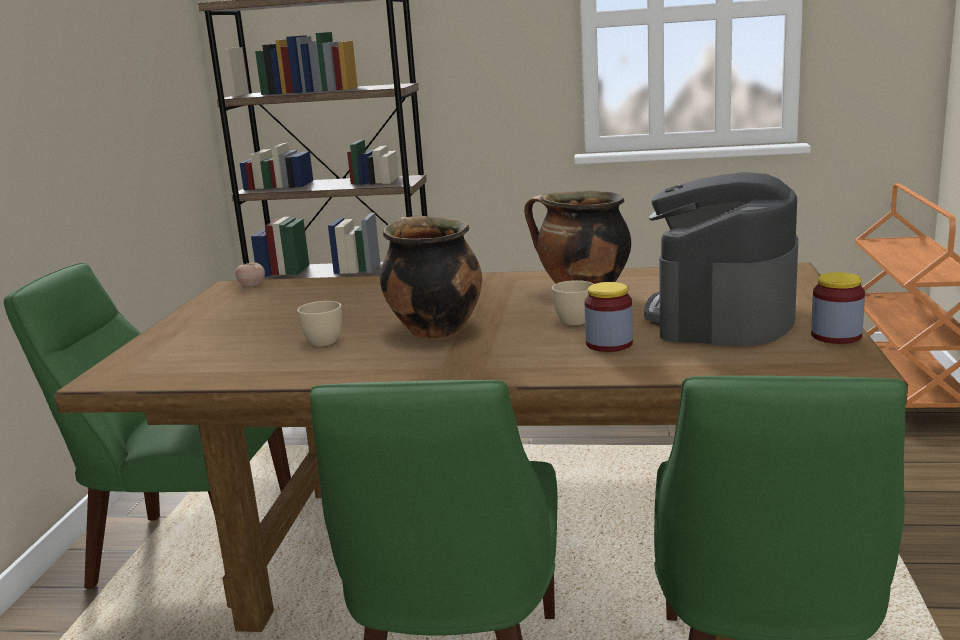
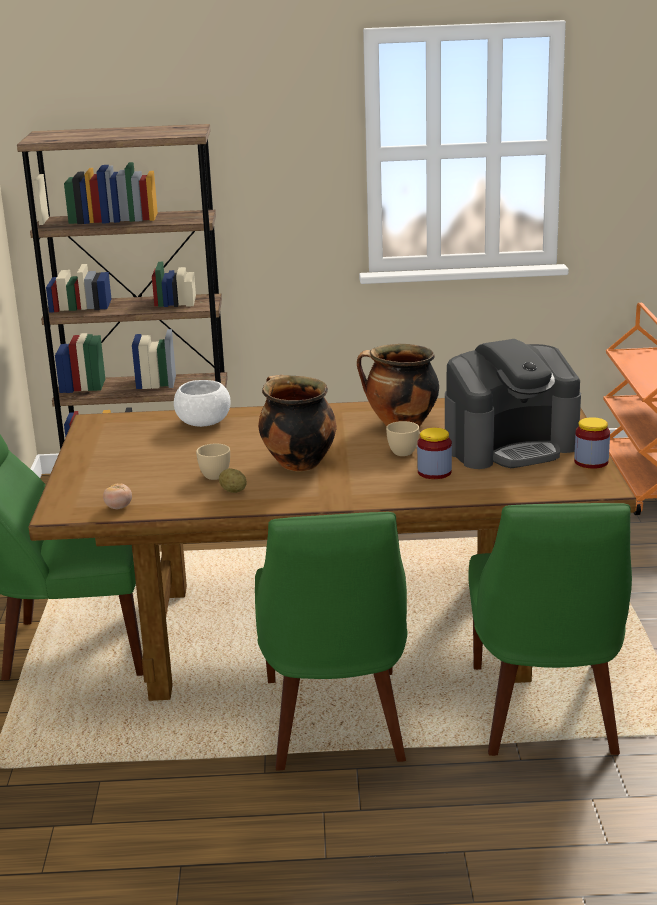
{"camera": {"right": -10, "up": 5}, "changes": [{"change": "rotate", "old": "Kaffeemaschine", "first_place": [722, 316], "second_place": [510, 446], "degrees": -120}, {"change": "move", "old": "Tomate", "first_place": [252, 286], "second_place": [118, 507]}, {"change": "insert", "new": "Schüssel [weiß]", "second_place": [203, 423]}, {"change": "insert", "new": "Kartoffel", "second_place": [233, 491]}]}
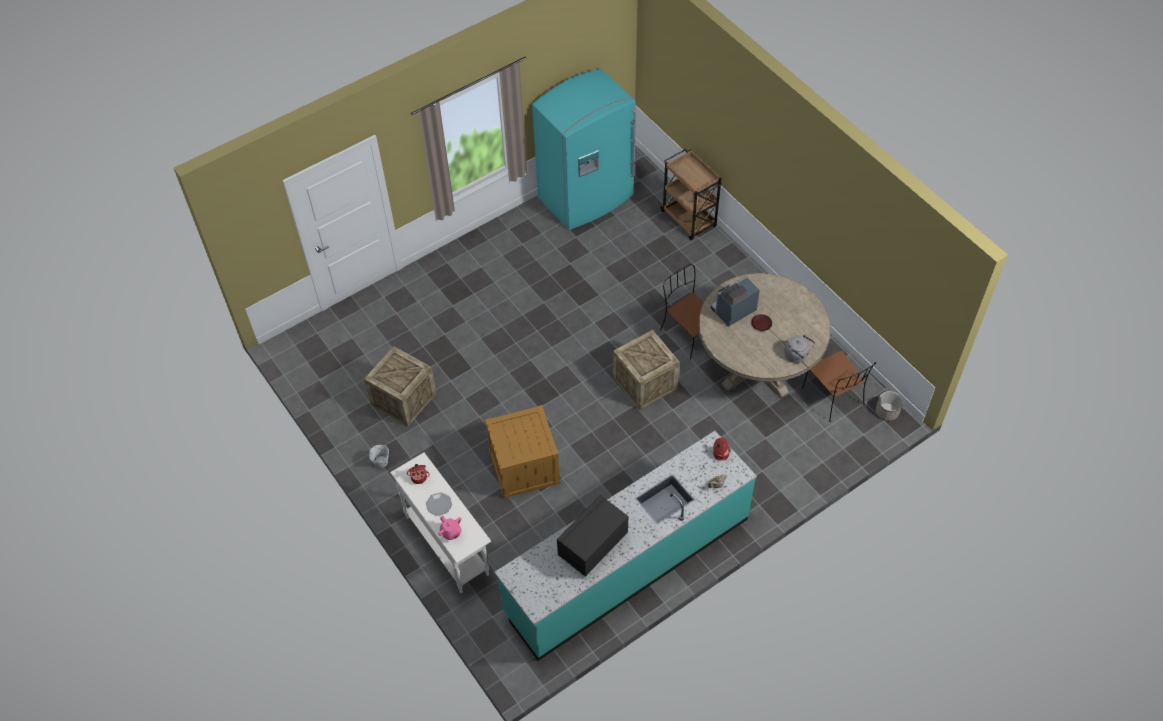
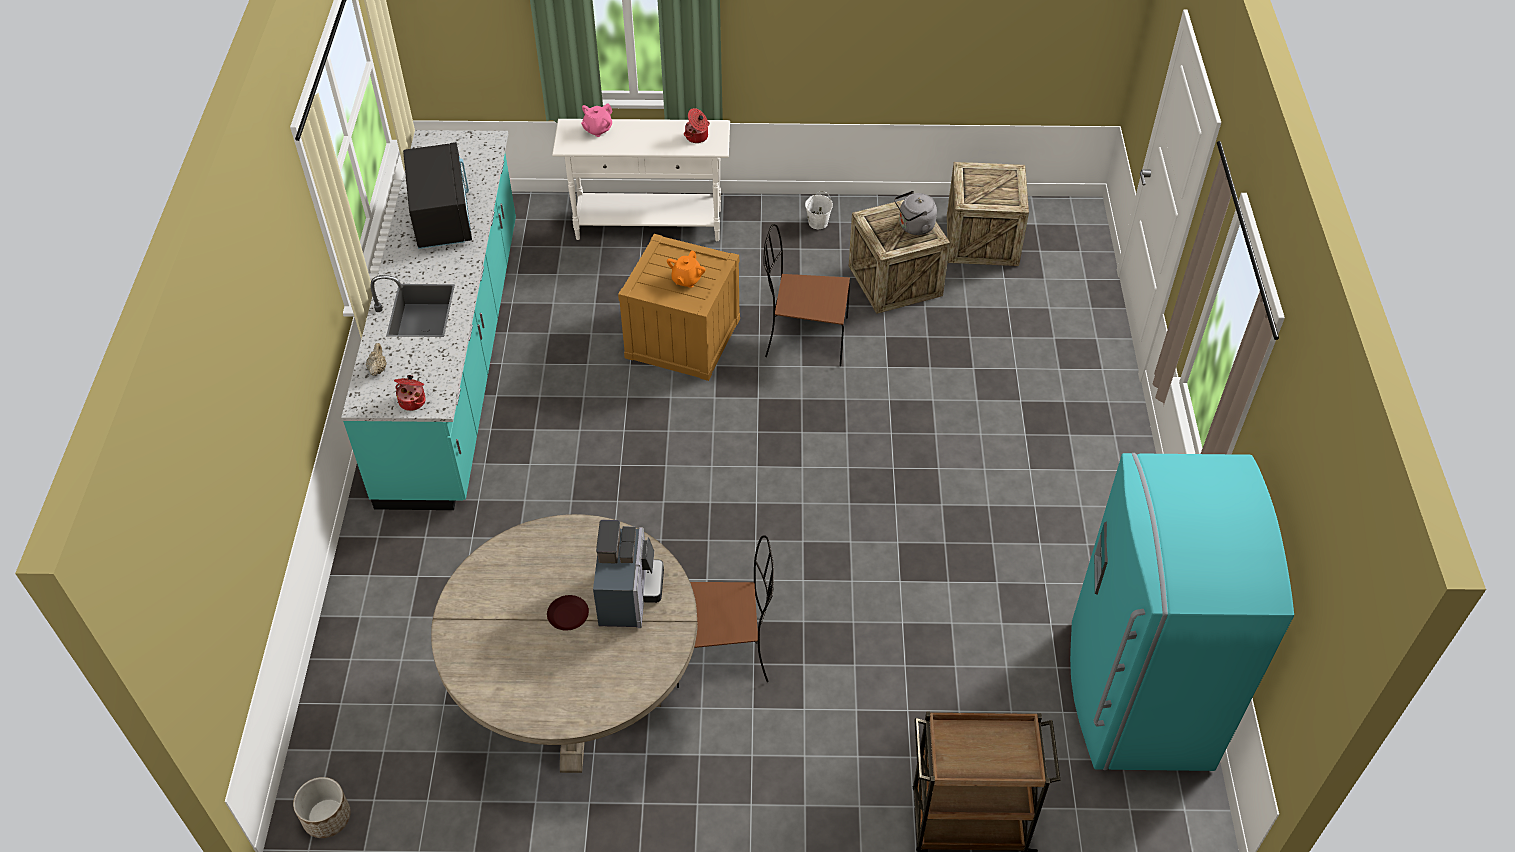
{"camera": {"right": 125, "up": -5}, "changes": [{"change": "move", "old": "Kiste", "first_place": [645, 383], "second_place": [982, 240]}, {"change": "move", "old": "Wasserkessel [grau]", "first_place": [797, 355], "second_place": [914, 227]}, {"change": "move", "old": "Stuhl [braun]", "first_place": [834, 397], "second_place": [804, 337]}, {"change": "delete", "old": "Teller", "first_place": [439, 504]}, {"change": "rotate", "old": "Teekanne [rosa]", "first_place": [451, 532], "second_place": [597, 129], "degrees": -45}, {"change": "insert", "new": "Teekanne [orange]", "second_place": [686, 280]}]}
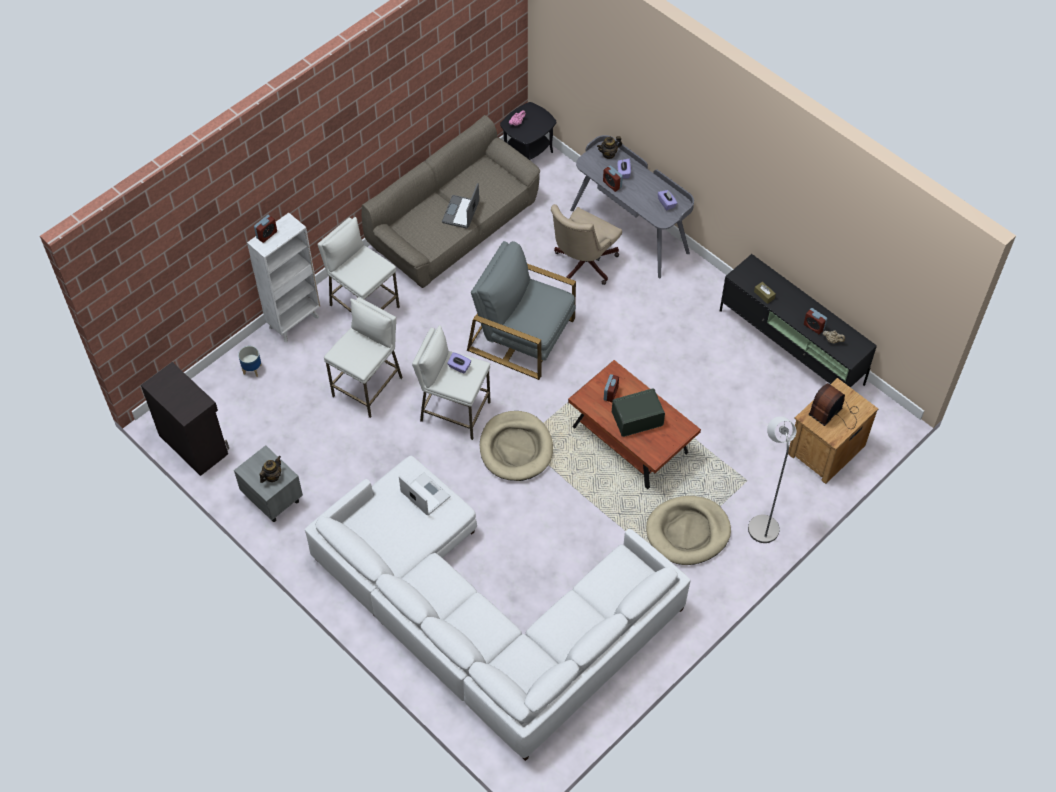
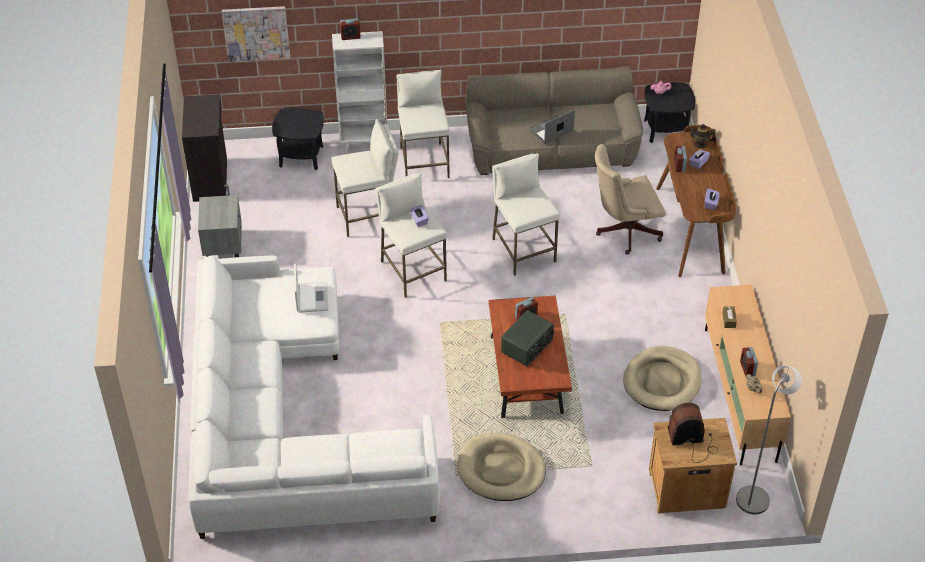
{"camera": {"right": 40, "up": -10}, "changes": [{"change": "recolor", "old": "Schreibtisch [grau]", "new": "Schreibtisch [braun]", "first_place": [630, 230], "second_place": [691, 229]}, {"change": "replace", "old": "Sessel [grau]", "new": "Hocker [weiß]", "first_place": [522, 334], "second_place": [523, 250]}, {"change": "recolor", "old": "Fernsehschrank [schwarz]", "new": "Fernsehschrank [beige]", "first_place": [791, 348], "second_place": [739, 394]}, {"change": "replace", "old": "Pflanzkübel", "new": "Beistelltisch [schwarz]", "first_place": [252, 369], "second_place": [301, 156]}, {"change": "rotate", "old": "Radio", "first_place": [637, 418], "second_place": [527, 347], "degrees": 105}, {"change": "move", "old": "Hundebett [beige]", "first_place": [516, 448], "second_place": [662, 381]}, {"change": "move", "old": "Stehlampe [grau]", "first_place": [762, 523], "second_place": [755, 496]}, {"change": "delete", "old": "Teekanne", "first_place": [272, 476]}, {"change": "insert", "new": "Bild", "second_place": [256, 33]}]}
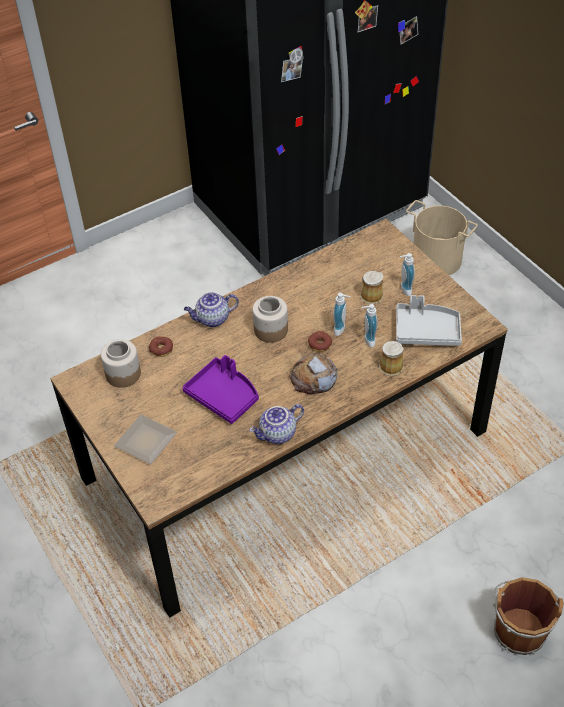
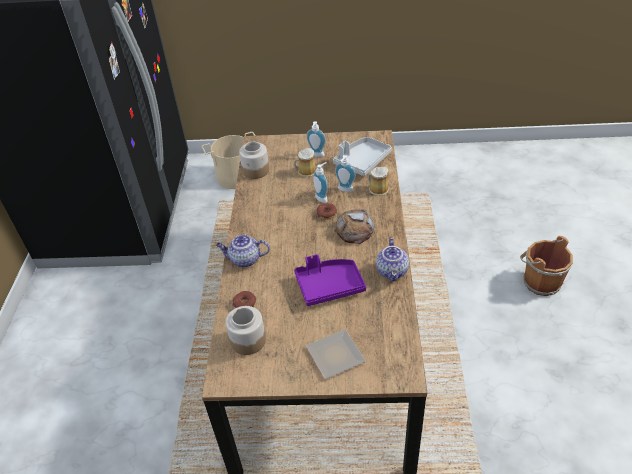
{"camera": {"right": -55, "up": -5}, "changes": [{"change": "rotate", "old": "Teekanne", "first_place": [212, 319], "second_place": [244, 260], "degrees": 75}, {"change": "move", "old": "Vorratsglas", "first_place": [270, 330], "second_place": [256, 171]}]}
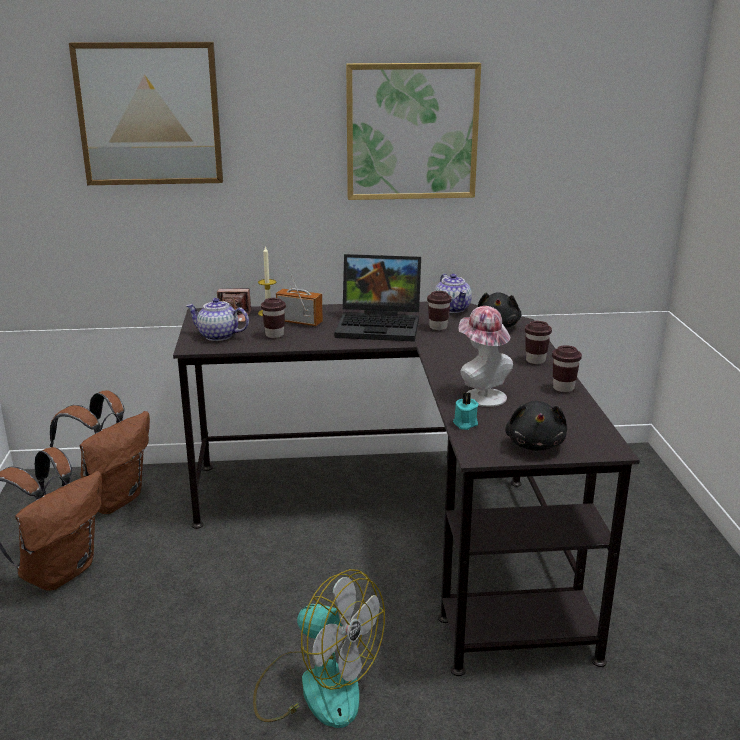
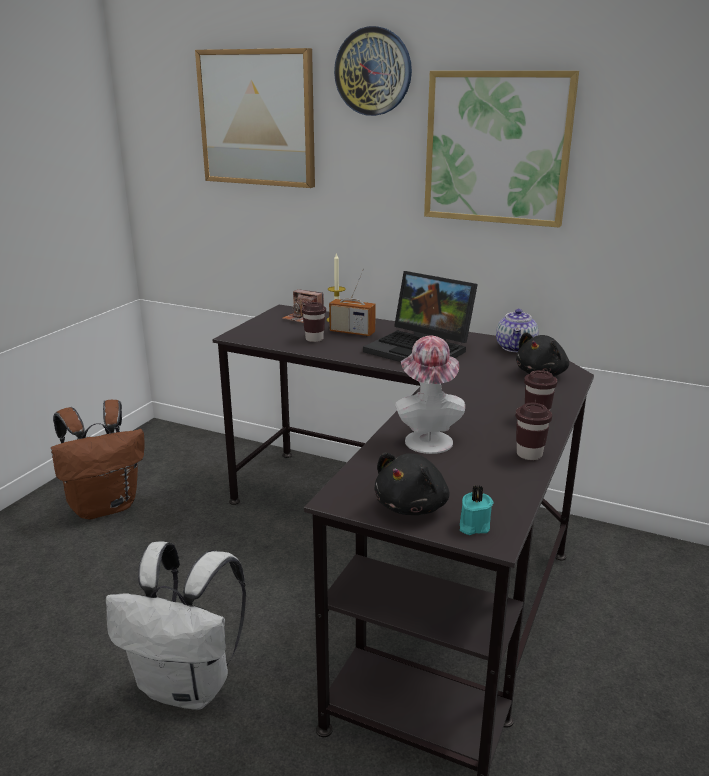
{"camera": {"right": 30, "up": 0}, "changes": [{"change": "rotate", "old": "Radio", "first_place": [299, 322], "second_place": [352, 332], "degrees": 150}, {"change": "delete", "old": "Tasse [braun]", "first_place": [438, 327]}, {"change": "delete", "old": "Teekanne", "first_place": [218, 336]}, {"change": "delete", "old": "Rucksack [braun]", "first_place": [111, 500]}, {"change": "move", "old": "Kerze [türkis]", "first_place": [464, 424], "second_place": [473, 526]}, {"change": "replace", "old": "Ventilator", "new": "Rucksack [weiß]", "first_place": [316, 686], "second_place": [188, 685]}, {"change": "insert", "new": "Wanduhr", "second_place": [373, 72]}]}
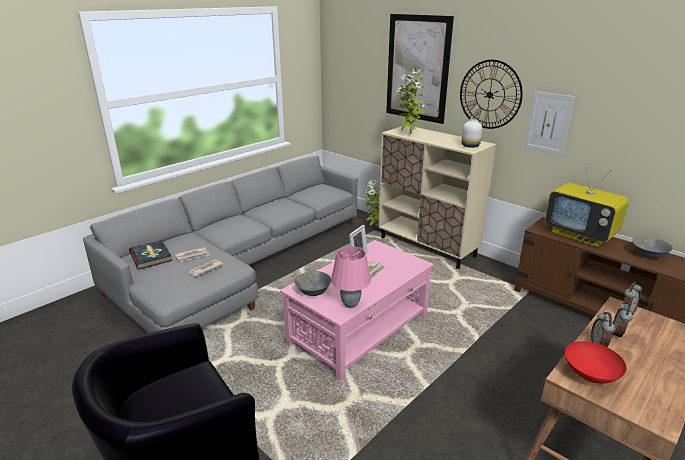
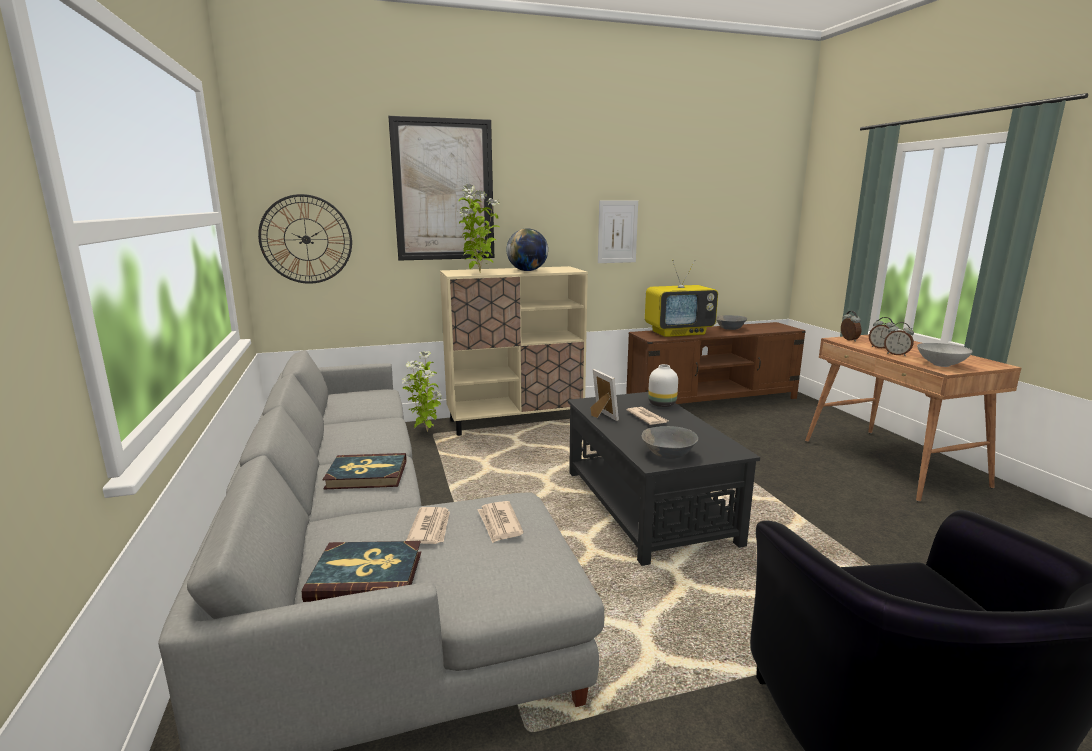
{"camera": {"right": -60, "up": -10}, "changes": [{"change": "move", "old": "Wanduhr", "first_place": [490, 95], "second_place": [306, 239]}, {"change": "move", "old": "Vase [weiß]", "first_place": [469, 146], "second_place": [662, 404]}, {"change": "recolor", "old": "Couchtisch [rosa]", "new": "Couchtisch [schwarz]", "first_place": [360, 329], "second_place": [647, 505]}, {"change": "delete", "old": "Tischlampe [rosa]", "first_place": [350, 304]}, {"change": "recolor", "old": "Schüssel [rot]", "new": "Schüssel [grau]", "first_place": [591, 375], "second_place": [940, 364]}, {"change": "insert", "new": "Globus", "second_place": [527, 270]}, {"change": "insert", "new": "Buch", "second_place": [367, 475]}]}
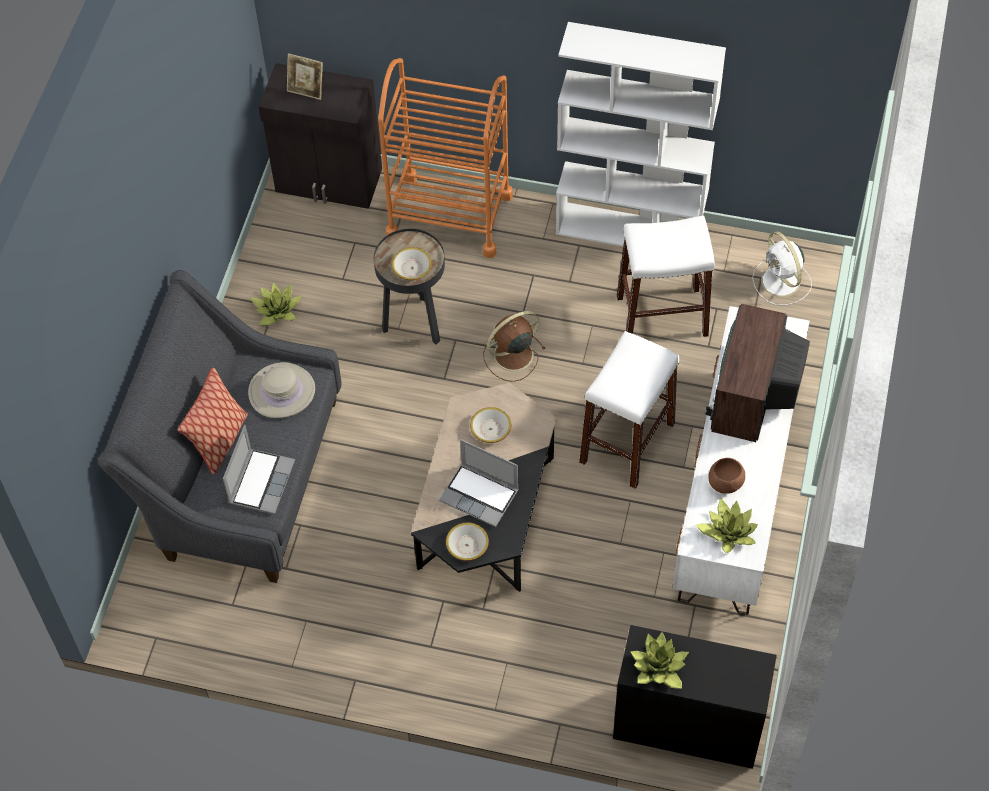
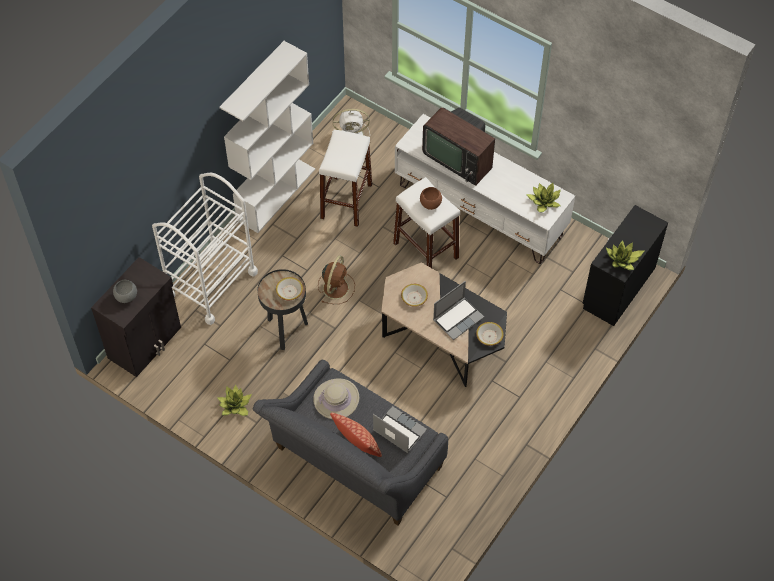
{"camera": {"right": -70, "up": 0}, "changes": [{"change": "replace", "old": "Bilderrahmen", "new": "Schüssel [grau]", "first_place": [306, 90], "second_place": [126, 296]}, {"change": "recolor", "old": "Rollwagen [orange]", "new": "Rollwagen [weiß]", "first_place": [449, 215], "second_place": [211, 284]}, {"change": "rotate", "old": "Ventilator [braun]", "first_place": [511, 355], "second_place": [336, 287], "degrees": -150}, {"change": "move", "old": "Schüssel [braun]", "first_place": [725, 484], "second_place": [430, 203]}]}
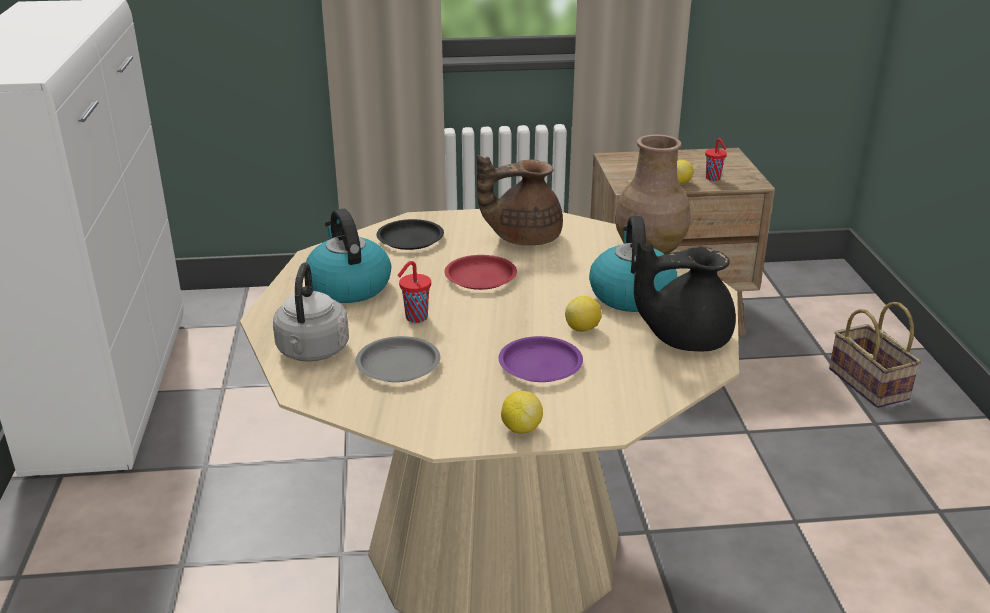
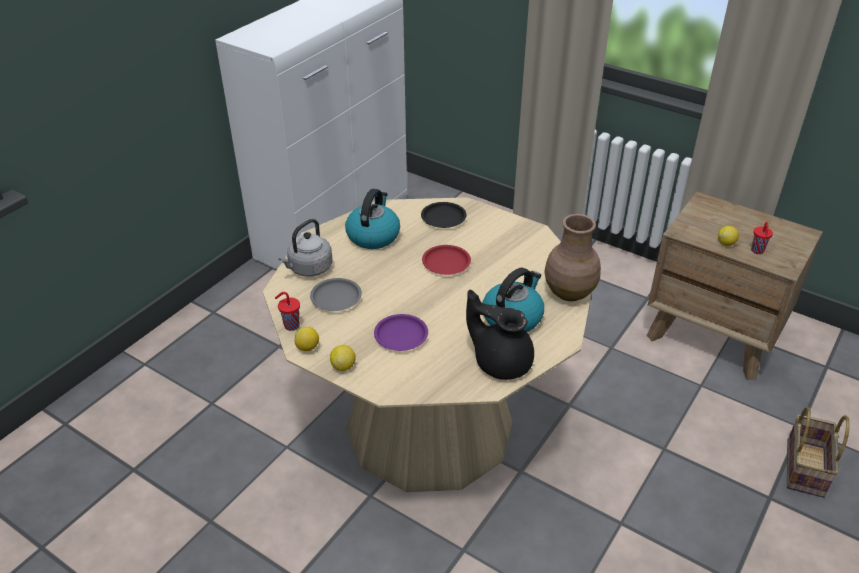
{"camera": {"right": 40, "up": 10}, "changes": [{"change": "delete", "old": "Teekanne [braun]", "first_place": [523, 237]}, {"change": "move", "old": "Tasse [rot]", "first_place": [415, 318], "second_place": [290, 326]}, {"change": "move", "old": "Zitrone", "first_place": [582, 329], "second_place": [308, 348]}]}
